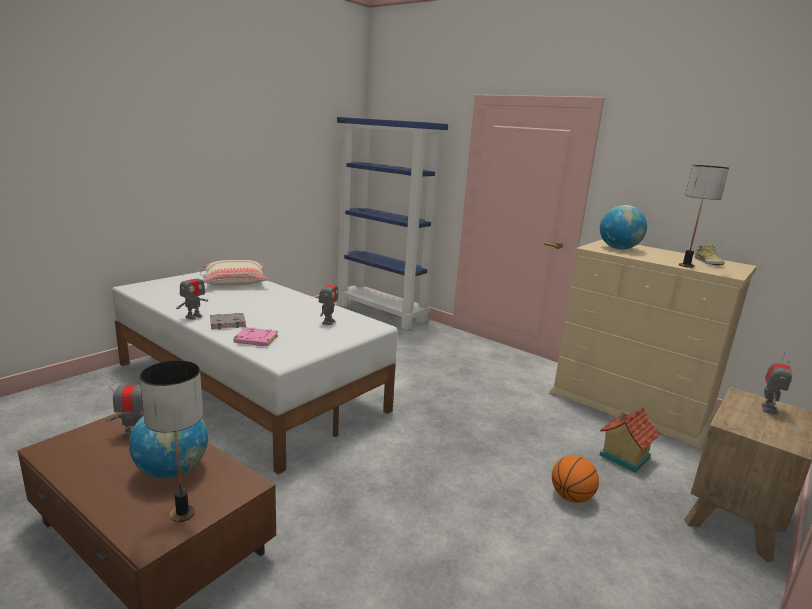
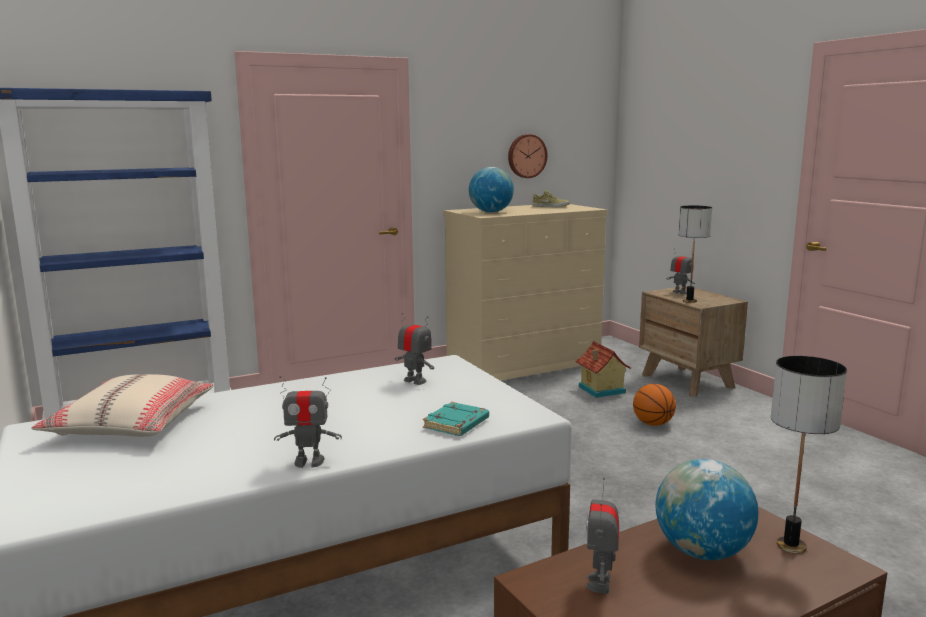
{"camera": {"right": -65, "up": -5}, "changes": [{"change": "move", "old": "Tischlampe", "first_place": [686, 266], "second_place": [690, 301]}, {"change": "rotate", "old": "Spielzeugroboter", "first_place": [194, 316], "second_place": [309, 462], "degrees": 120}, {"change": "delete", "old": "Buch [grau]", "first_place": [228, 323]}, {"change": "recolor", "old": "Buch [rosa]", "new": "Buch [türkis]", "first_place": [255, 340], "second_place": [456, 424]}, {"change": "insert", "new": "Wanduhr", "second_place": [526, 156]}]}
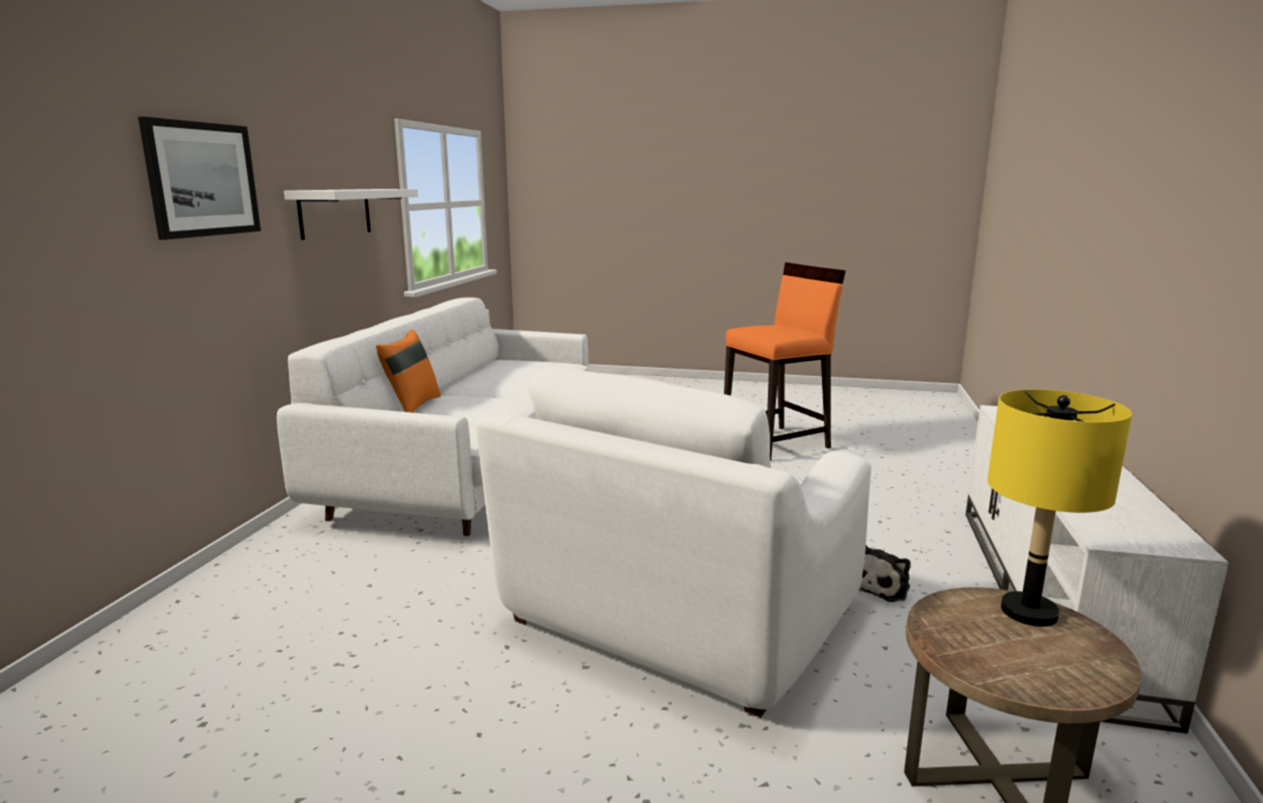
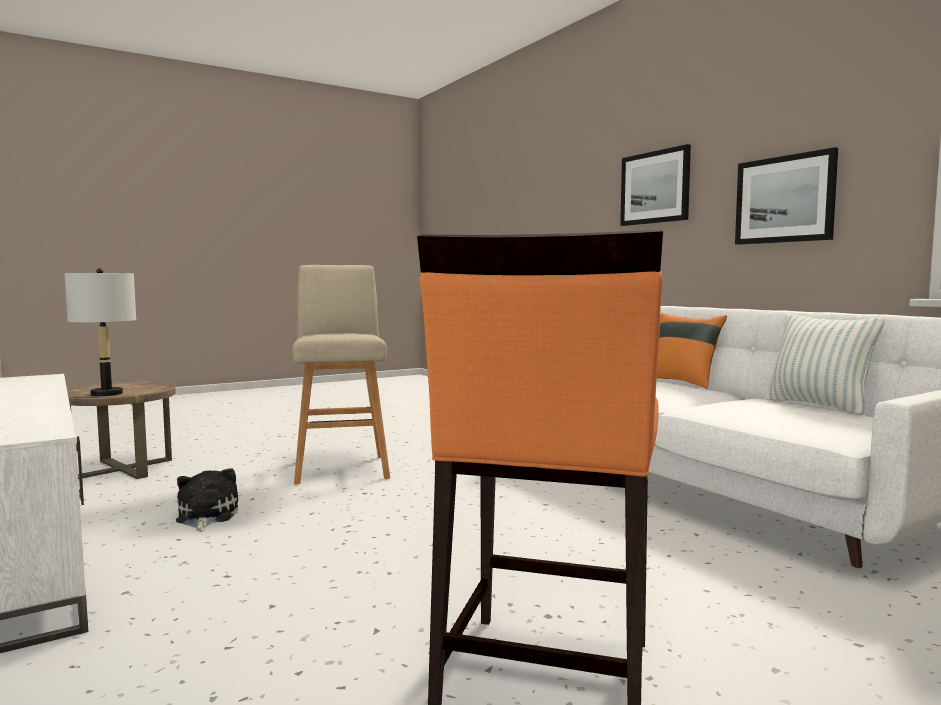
{"camera": {"right": 135, "up": -10}, "changes": [{"change": "replace", "old": "Wandregal [weiß]", "new": "Bild", "first_place": [335, 212], "second_place": [784, 199]}, {"change": "replace", "old": "Sessel [weiß]", "new": "Hocker [beige]", "first_place": [678, 614], "second_place": [341, 468]}, {"change": "recolor", "old": "Tischlampe [gelb]", "new": "Tischlampe [grau]", "first_place": [1028, 612], "second_place": [107, 394]}, {"change": "insert", "new": "Kissen", "second_place": [818, 406]}]}
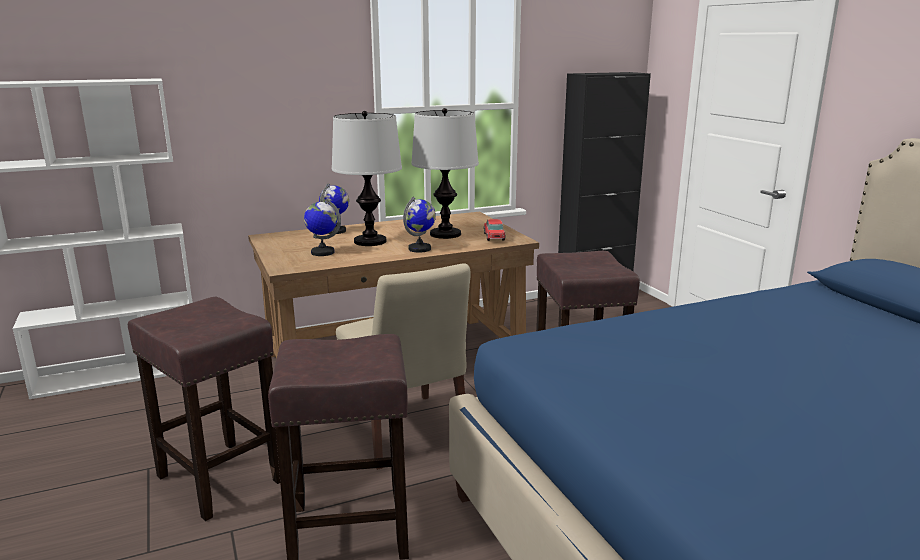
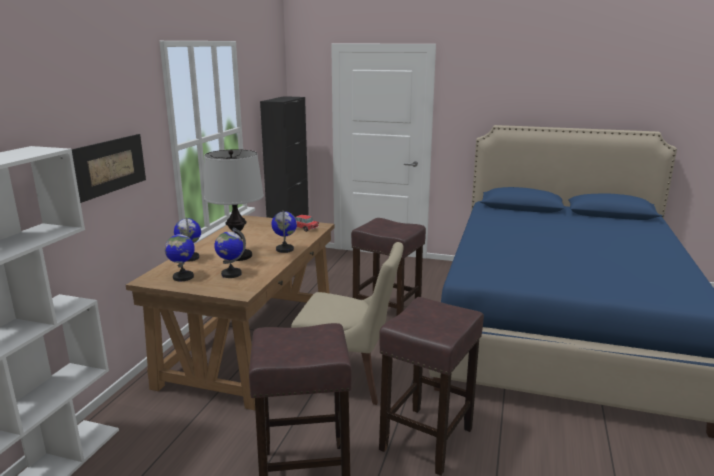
{"camera": {"right": -50, "up": 0}, "changes": [{"change": "delete", "old": "Tischlampe", "first_place": [445, 234]}, {"change": "insert", "new": "Bild", "second_place": [109, 166]}, {"change": "insert", "new": "Globus", "second_place": [183, 277]}]}
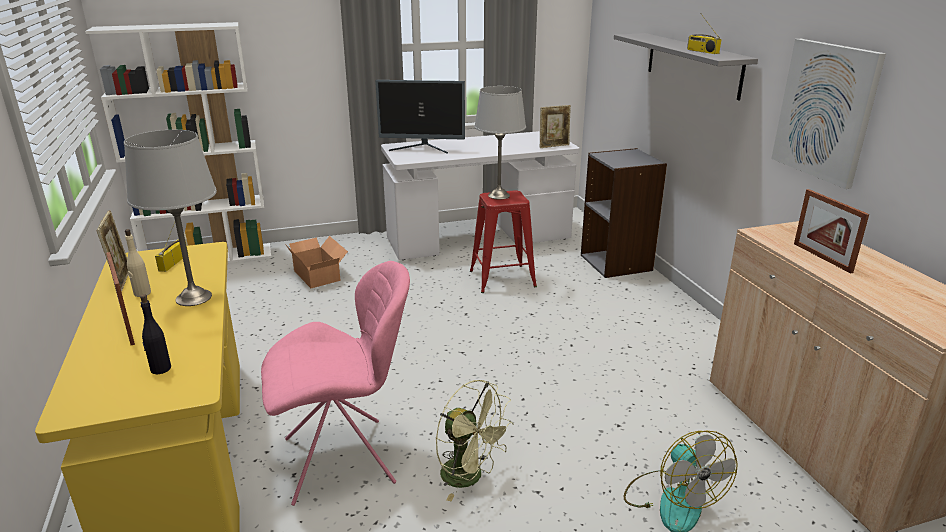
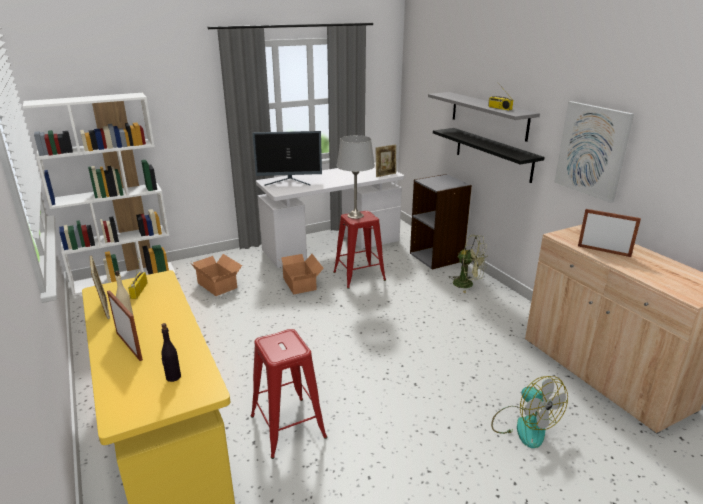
{"camera": {"right": -10, "up": 0}, "changes": [{"change": "delete", "old": "Tischlampe [grau]", "first_place": [194, 297]}, {"change": "rotate", "old": "Bilderrahmen", "first_place": [822, 257], "second_place": [603, 251], "degrees": 150}, {"change": "replace", "old": "Stuhl [rosa]", "new": "Hocker [rot]", "first_place": [344, 459], "second_place": [287, 426]}, {"change": "move", "old": "Ventilator [grün]", "first_place": [470, 477], "second_place": [468, 284]}, {"change": "insert", "new": "Wandregal [schwarz]", "second_place": [493, 154]}, {"change": "insert", "new": "Karton", "second_place": [300, 283]}]}
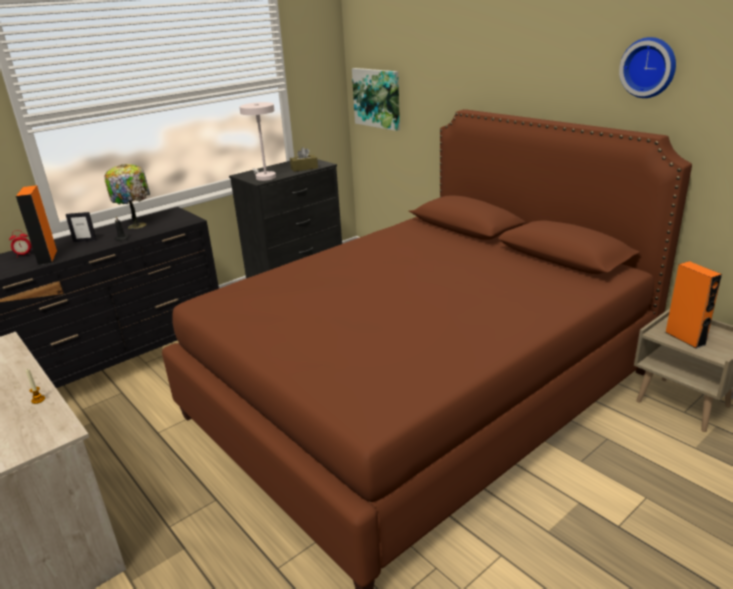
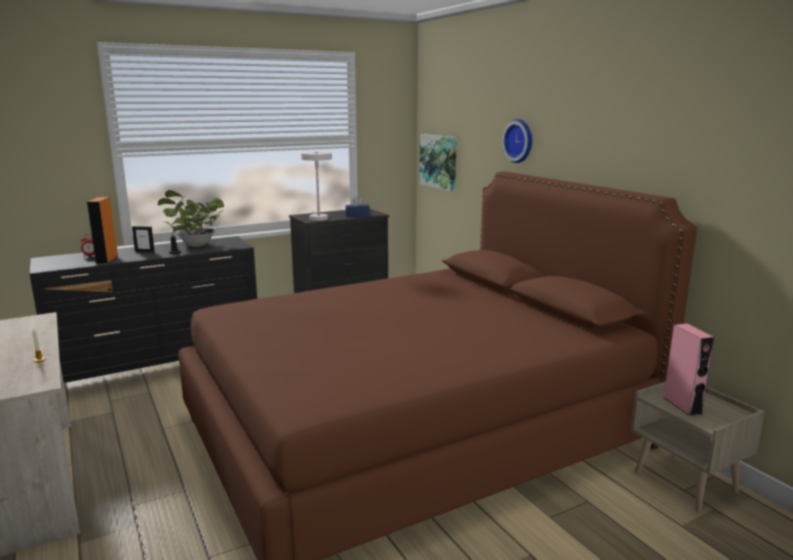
{"camera": {"right": 10, "up": -10}, "changes": [{"change": "move", "old": "Wanduhr", "first_place": [649, 67], "second_place": [520, 141]}, {"change": "recolor", "old": "Taschentuchbox [braun]", "new": "Taschentuchbox [blau]", "first_place": [304, 168], "second_place": [357, 215]}, {"change": "replace", "old": "Tischlampe", "new": "Topfpflanze", "first_place": [137, 225], "second_place": [194, 245]}, {"change": "recolor", "old": "Lautsprecher [orange]", "new": "Lautsprecher [rosa]", "first_place": [685, 338], "second_place": [682, 405]}]}
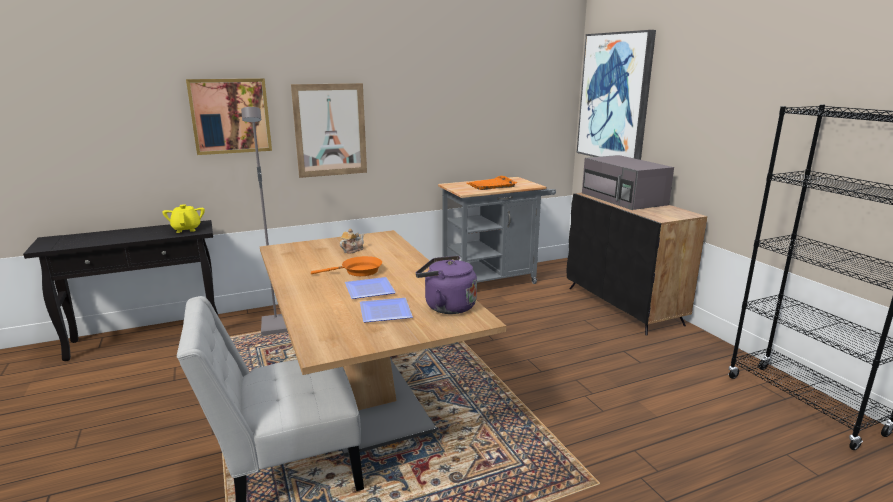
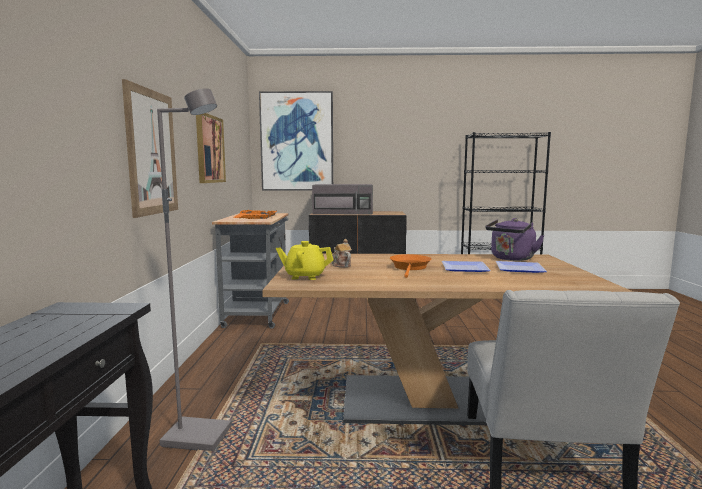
{"camera": {"right": -65, "up": -10}, "changes": [{"change": "move", "old": "Bild", "first_place": [230, 116], "second_place": [209, 149]}, {"change": "move", "old": "Teekanne [gelb]", "first_place": [186, 229], "second_place": [305, 276]}]}
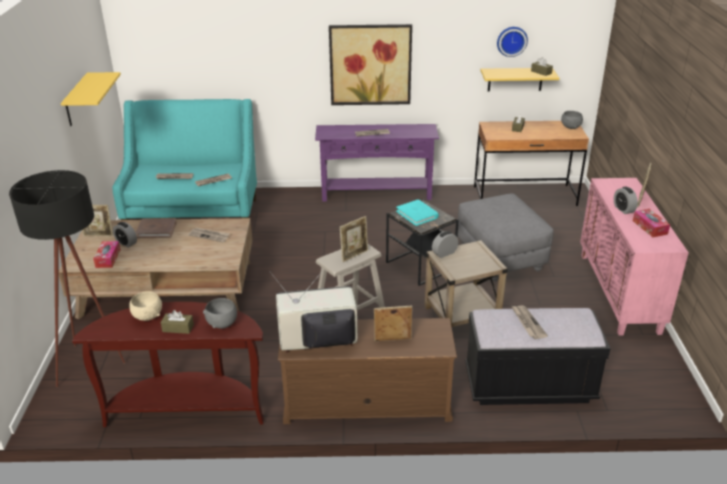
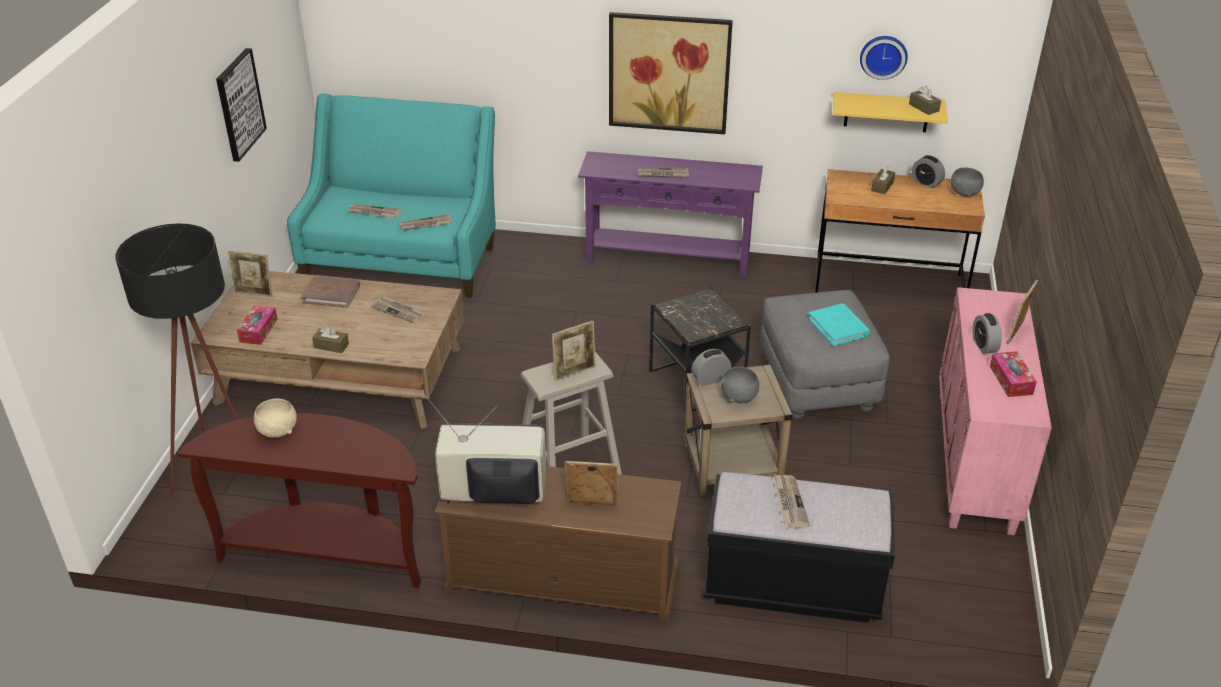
{"camera": {"right": 10, "up": 5}, "changes": [{"change": "replace", "old": "Wandregal [gelb]", "new": "Bild", "first_place": [77, 100], "second_place": [239, 104]}, {"change": "move", "old": "Buch [türkis]", "first_place": [417, 214], "second_place": [838, 327]}, {"change": "move", "old": "Wecker", "first_place": [126, 243], "second_place": [926, 183]}, {"change": "move", "old": "Schüssel [grau]", "first_place": [222, 323], "second_place": [739, 397]}, {"change": "move", "old": "Taschentuchbox [braun]", "first_place": [178, 328], "second_place": [331, 346]}]}
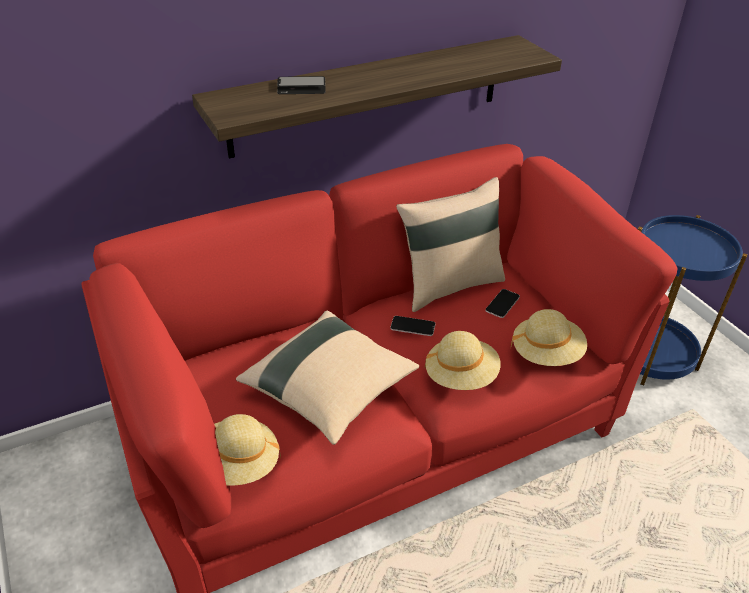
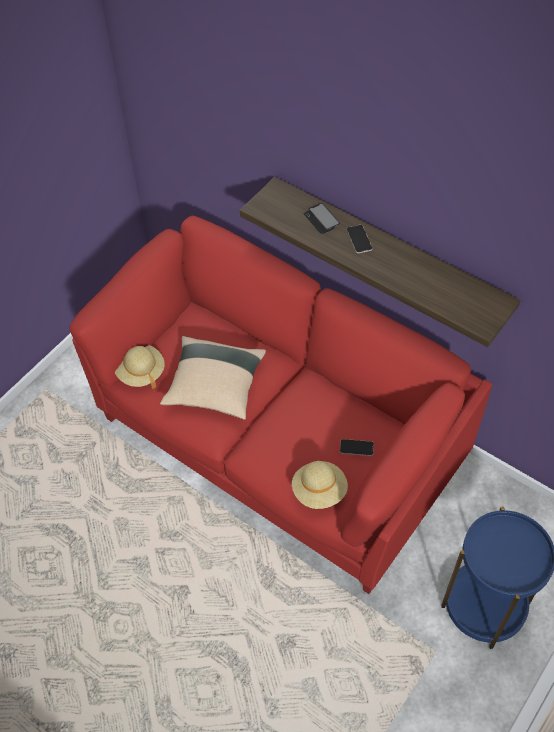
{"camera": {"right": 65, "up": 15}, "changes": [{"change": "delete", "old": "Kissen [beige]", "first_place": [449, 284]}, {"change": "move", "old": "Handy", "first_place": [412, 326], "second_place": [359, 239]}, {"change": "delete", "old": "Hut [beige]", "first_place": [461, 376]}]}
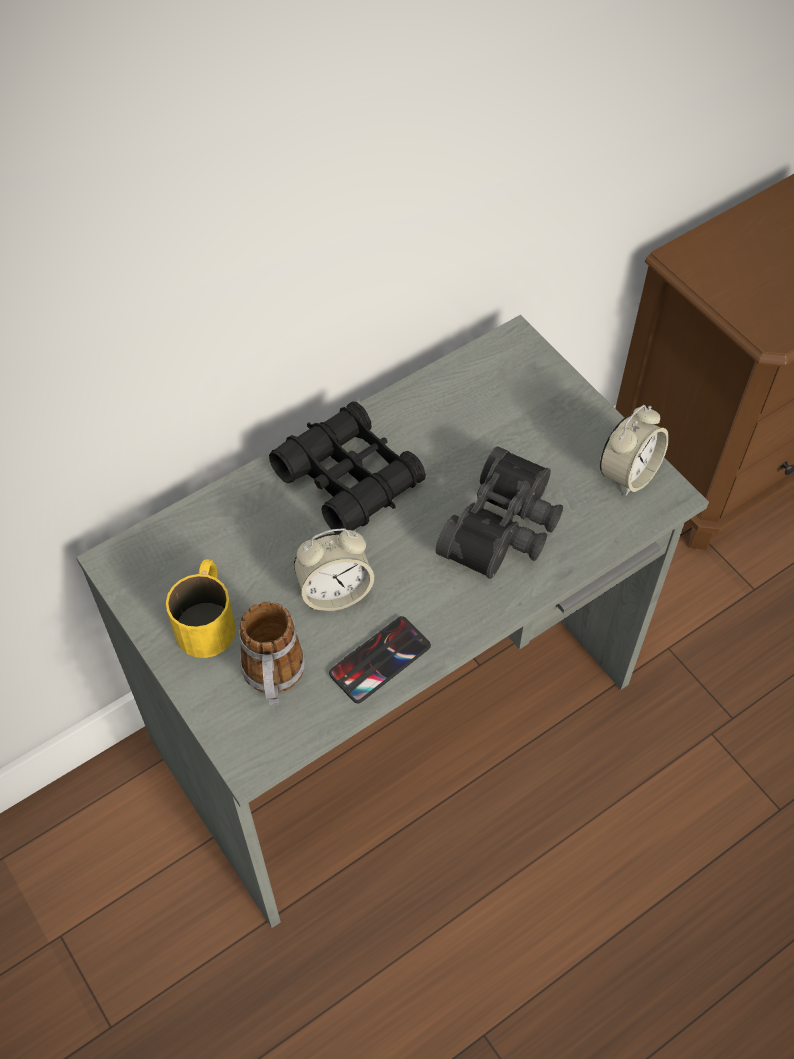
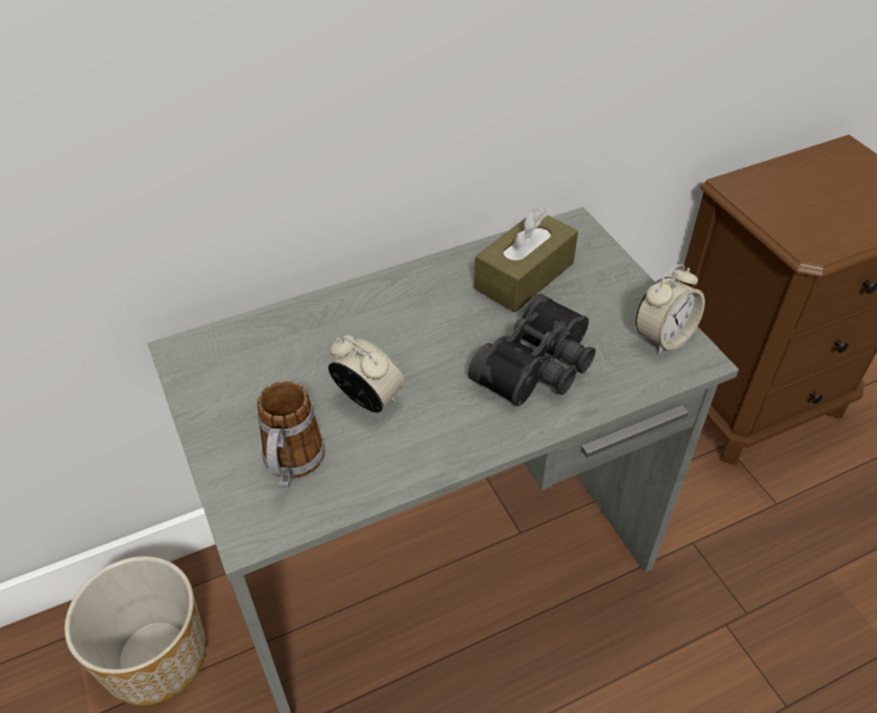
{"camera": {"right": 10, "up": -10}, "changes": [{"change": "delete", "old": "Fernglas [schwarz]", "first_place": [348, 478]}, {"change": "rotate", "old": "Wecker", "first_place": [335, 591], "second_place": [368, 399], "degrees": -135}, {"change": "delete", "old": "Henkelbecher [gelb]", "first_place": [208, 616]}, {"change": "delete", "old": "Handy", "first_place": [380, 660]}, {"change": "insert", "new": "Taschentuchbox [braun]", "second_place": [524, 276]}, {"change": "insert", "new": "Pflanzkübel", "second_place": [154, 656]}]}
